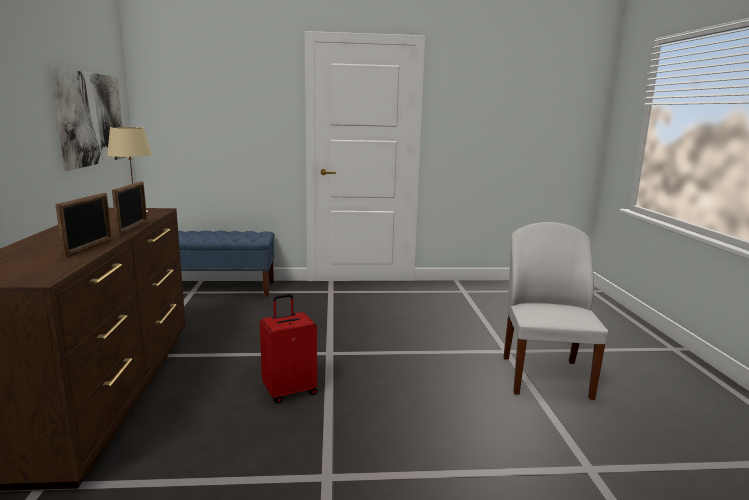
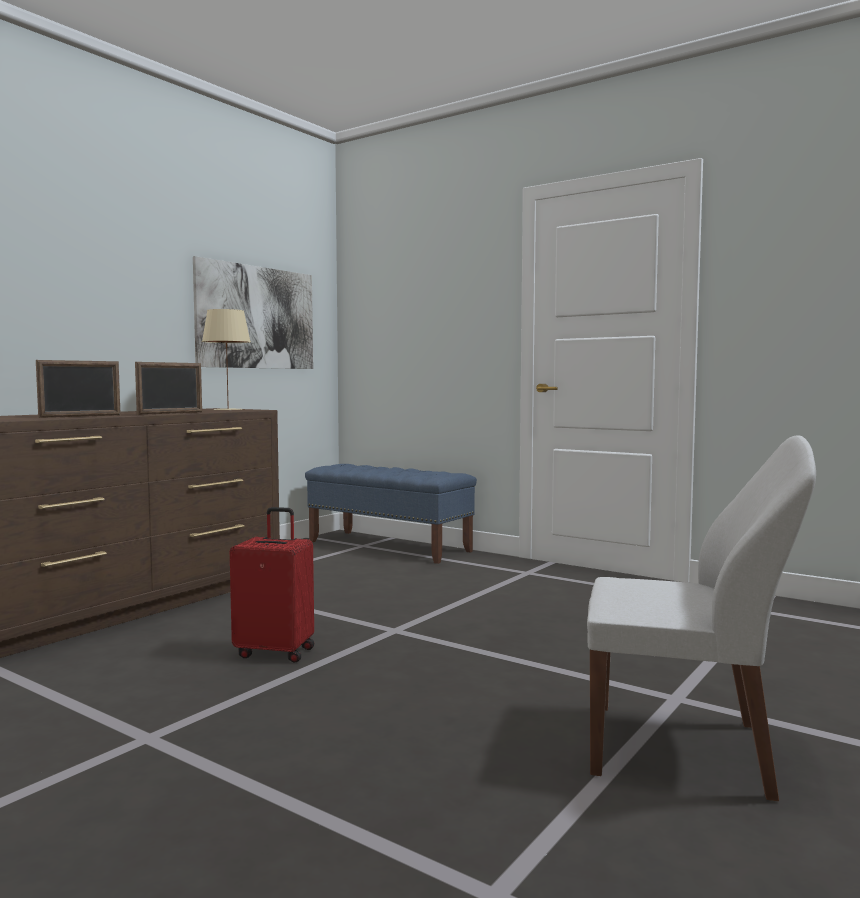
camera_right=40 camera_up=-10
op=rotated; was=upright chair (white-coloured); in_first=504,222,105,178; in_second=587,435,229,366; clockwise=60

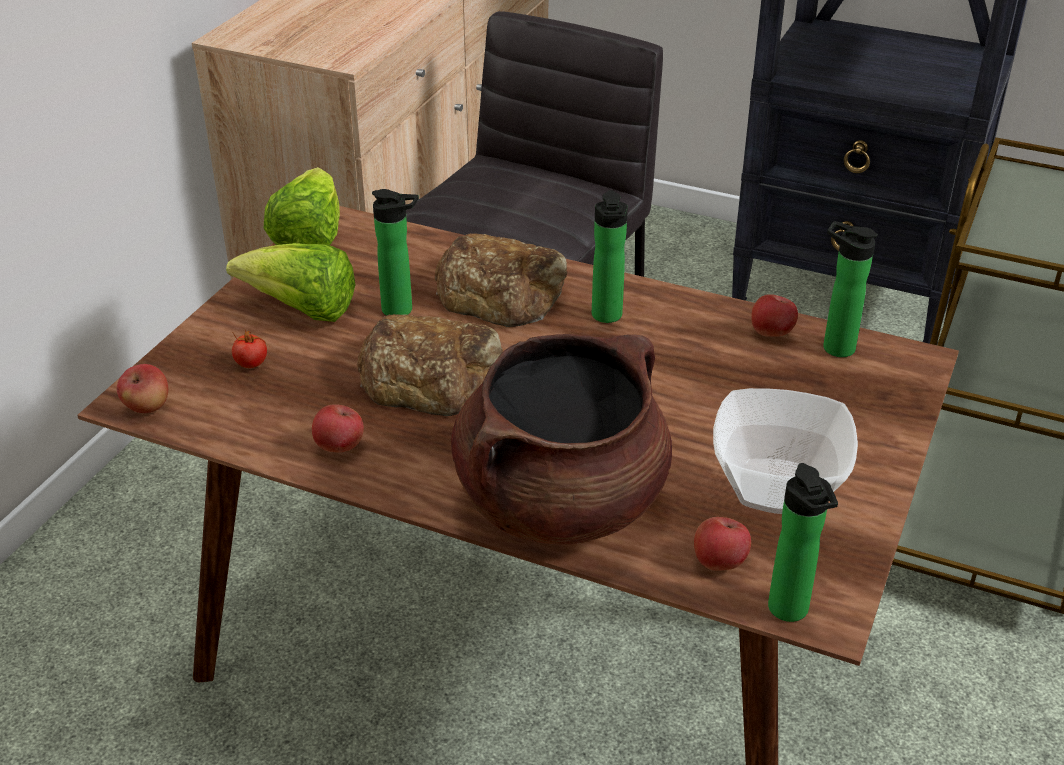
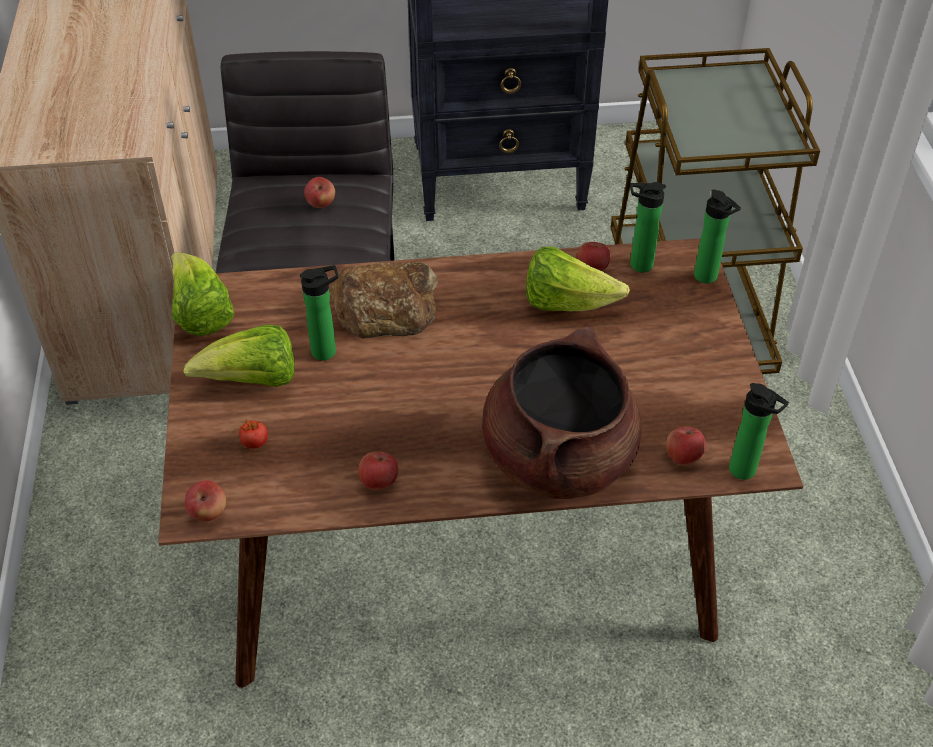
camera_right=-30 camera_up=10
op=gone; was=bakery bread; in_first=357,314,146,102
op=shifted; was=beverage bottle; in_first=592,190,36,133; in_second=694,190,47,93
op=gone; was=bowl; in_first=713,388,145,126
op=new; now=apple fruit; in_second=304,177,31,31
op=new; now=lettuce head; in_second=526,246,104,65

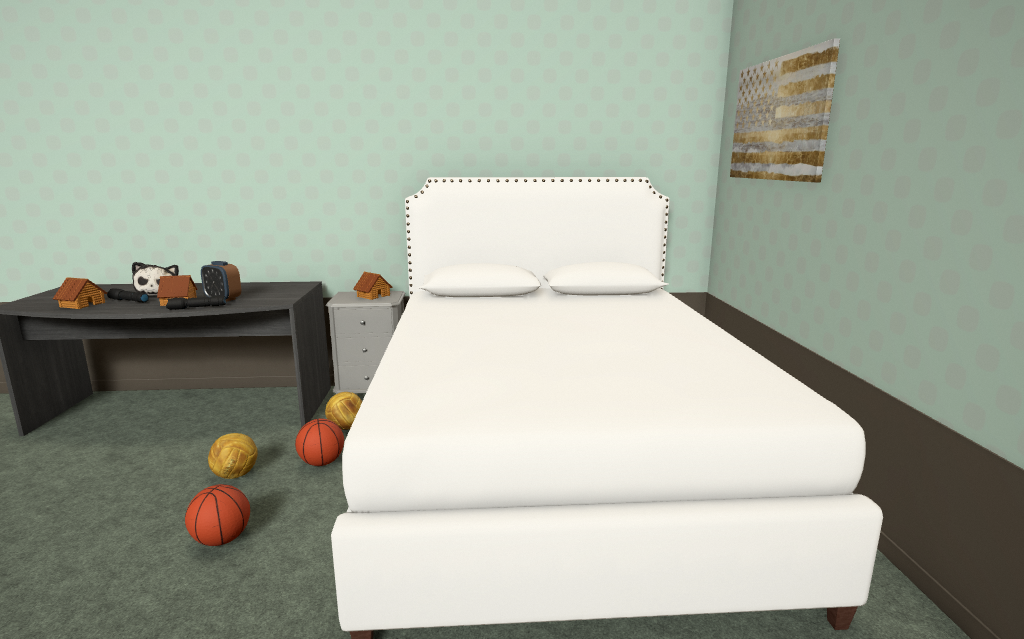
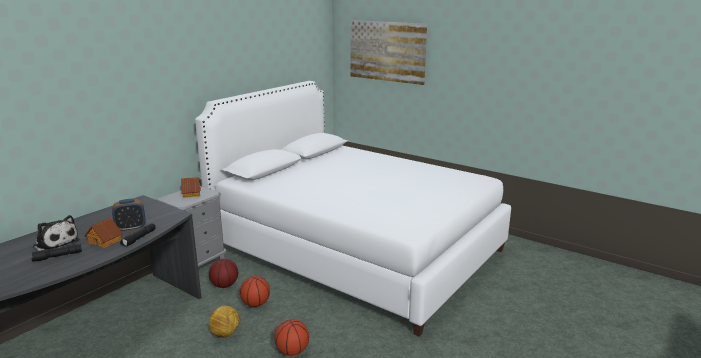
camera_right=-50 camera_up=5
op=gone; was=model house; in_first=53,277,54,32
op=swapped; was=football ball; now=basketball ball; in_first=325,392,37,38; in_second=209,259,29,29

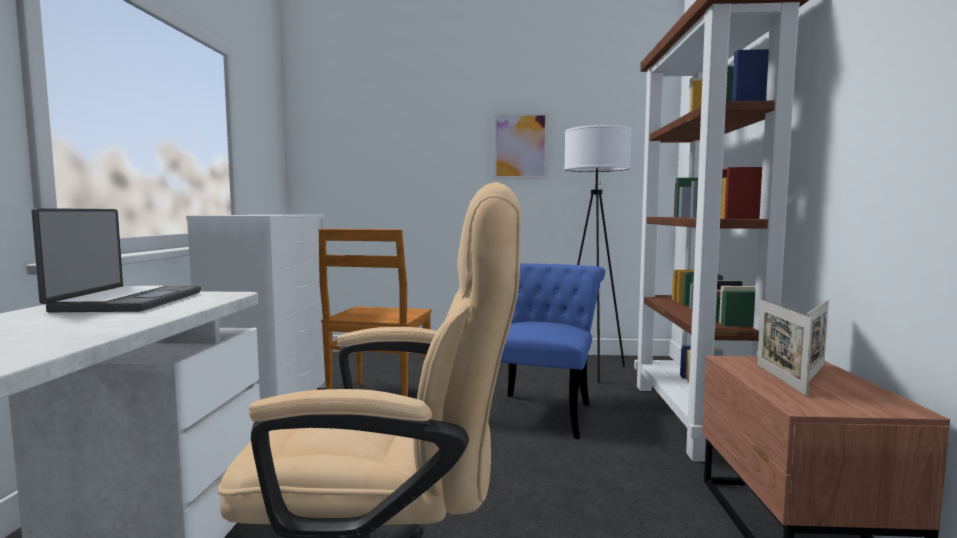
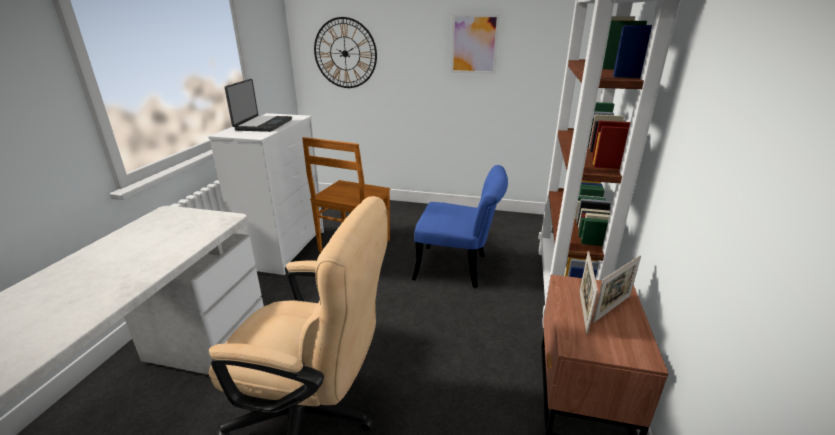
camera_right=10 camera_up=20
op=shifted; was=laptop; in_first=31,208,170,104; in_second=224,79,68,53
op=rotated; was=upright chair (bluish); in_first=500,263,105,176; in_second=412,165,96,123; clockwise=75
op=gone; was=standard lamp (white-coloured); in_first=564,125,68,258
op=new; now=hanging clock; in_second=314,17,63,71

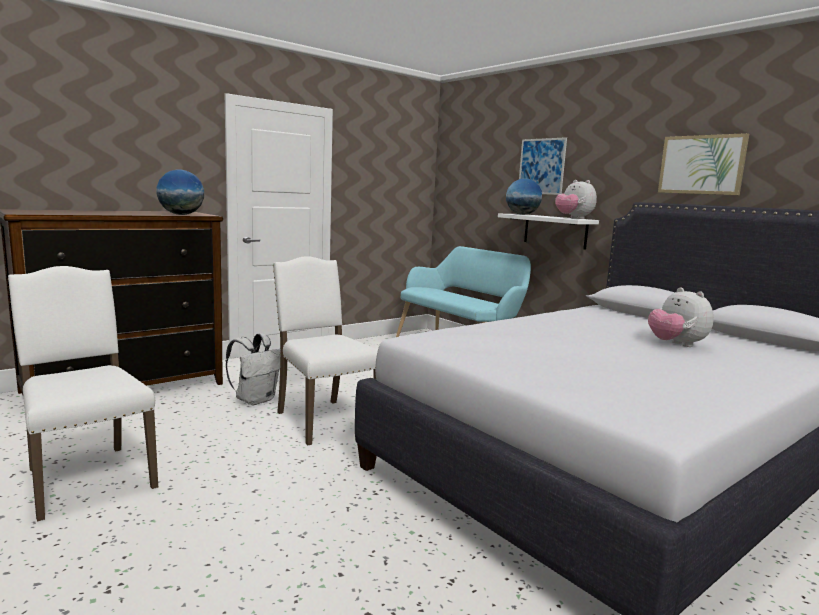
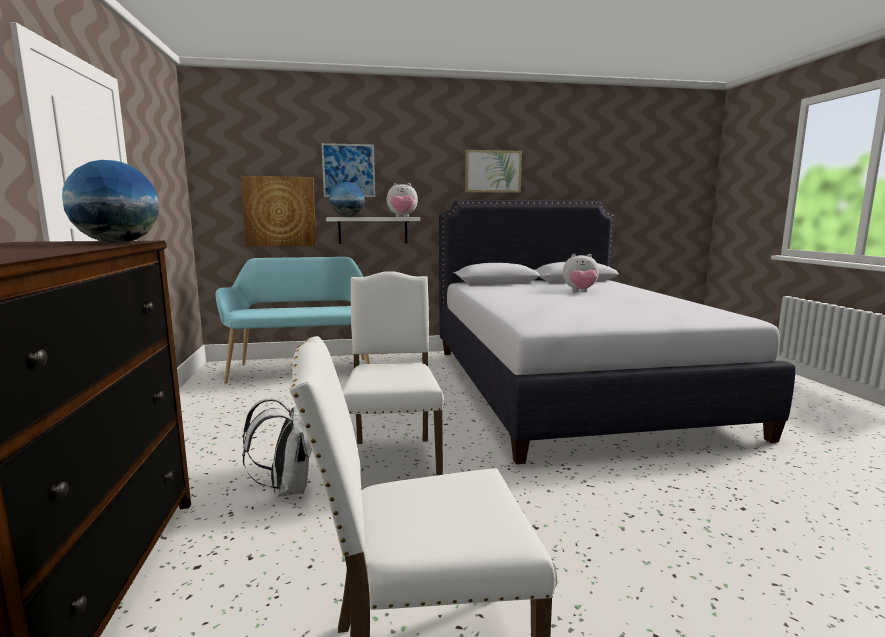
camera_right=-60 camera_up=0
op=rotated; was=upright chair (white-coloured); in_first=273,256,105,189; in_second=342,271,102,205; clockwise=90
op=new; now=wall art; in_second=241,176,75,70

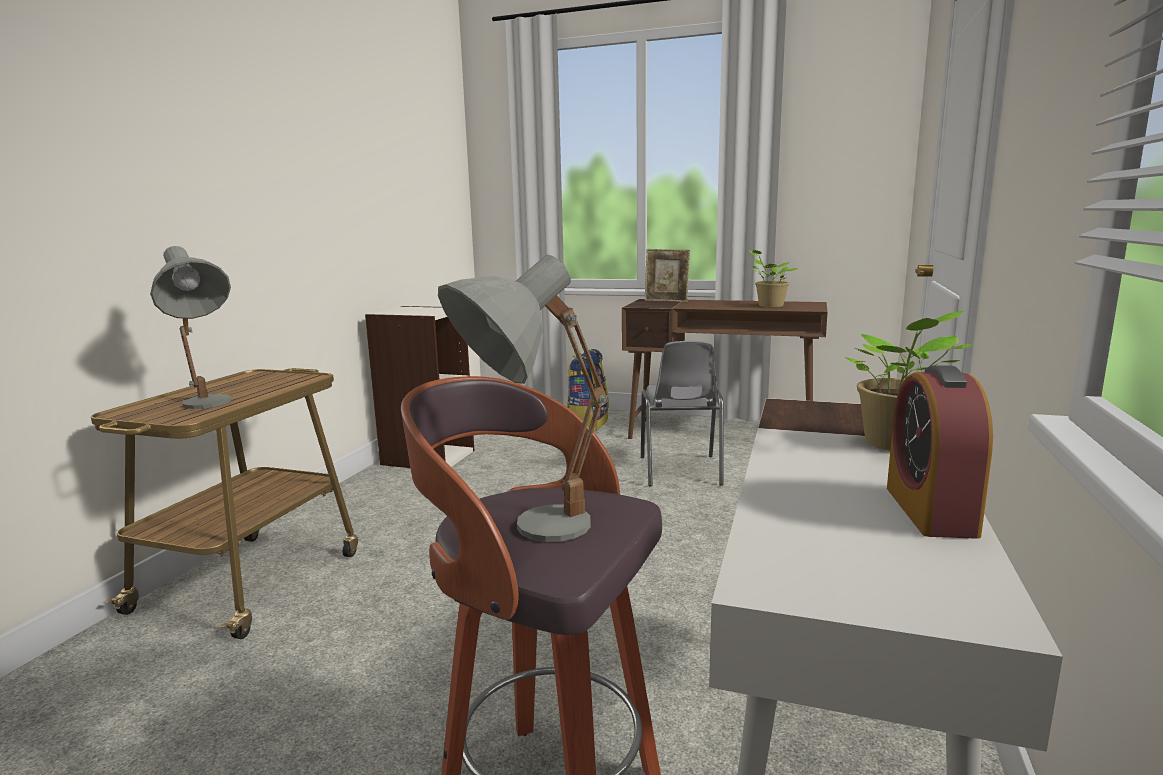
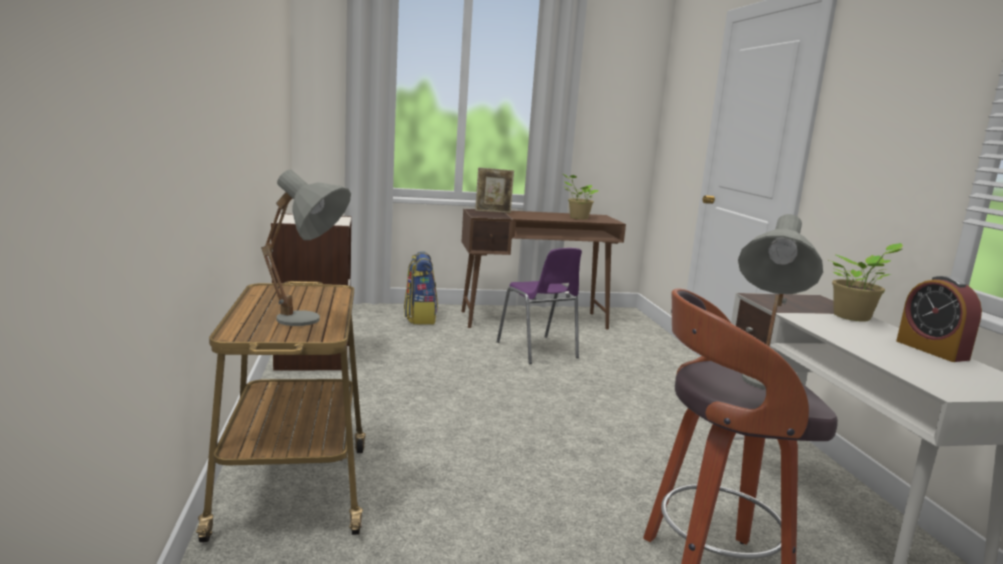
camera_right=-30 camera_up=0
op=repainted; was=upright chair (gray); now=upright chair (purple); in_first=641,341,83,145; in_second=497,248,85,116

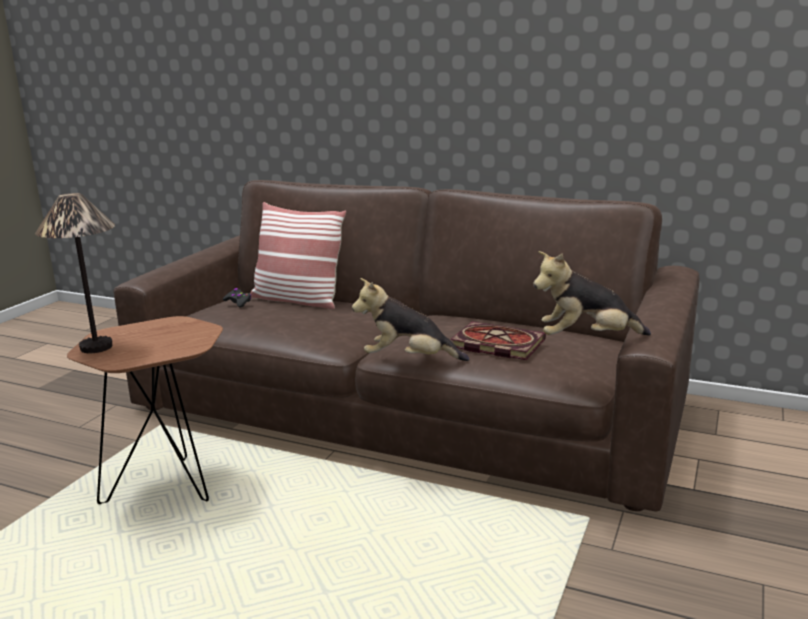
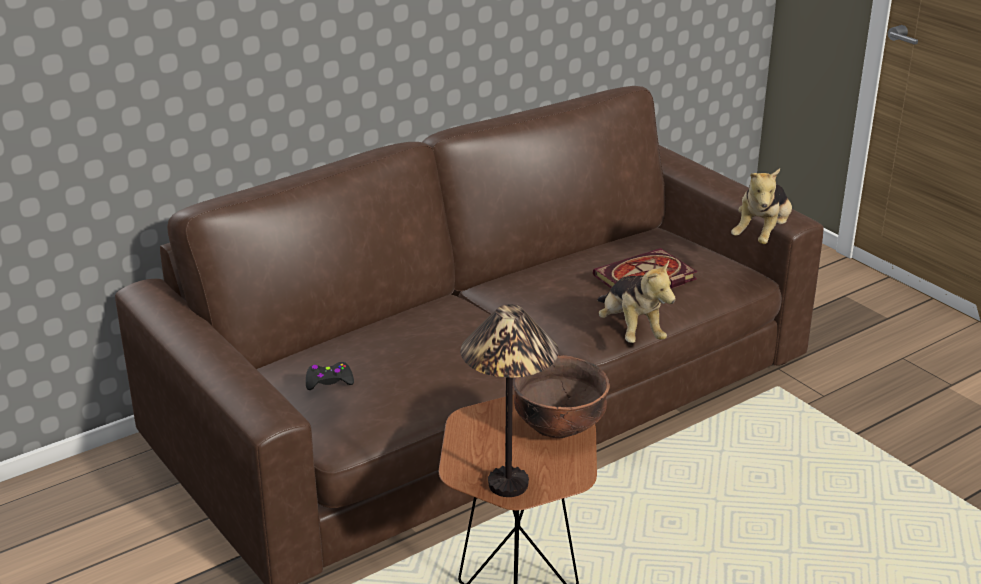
camera_right=-60 camera_up=10
op=gone; was=cushion; in_first=250,202,96,107
op=rotated; was=plush toy; in_first=352,278,118,83; in_second=597,260,79,83; clockwise=-60
op=new; now=bowl (brownish); in_second=513,355,97,83

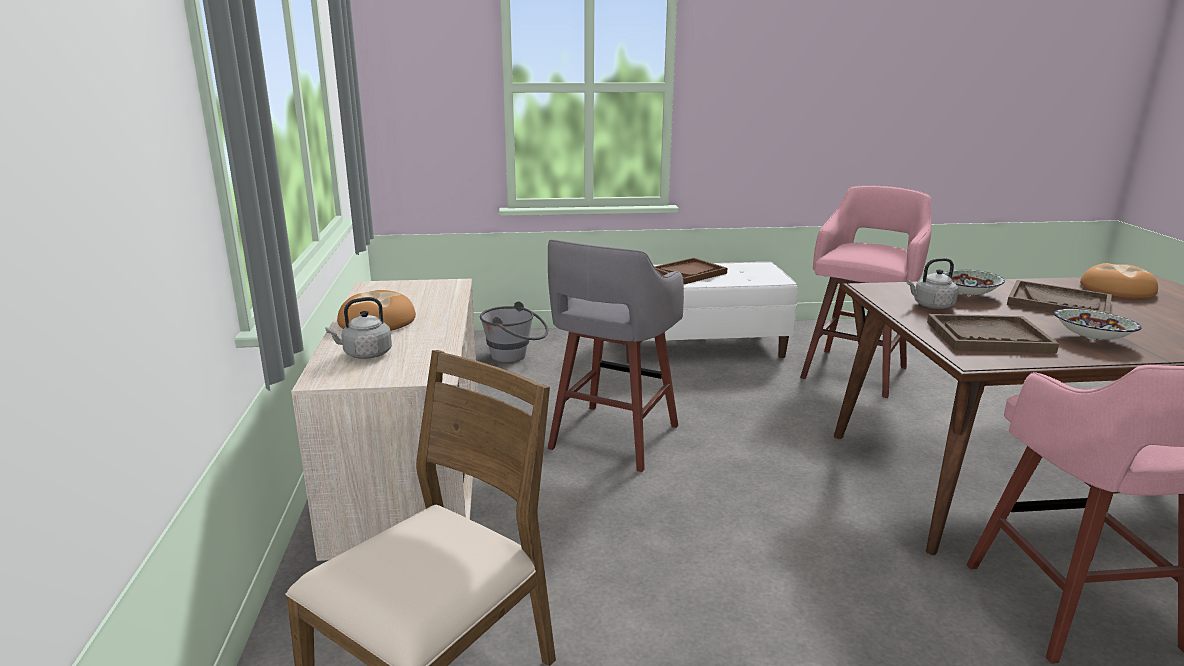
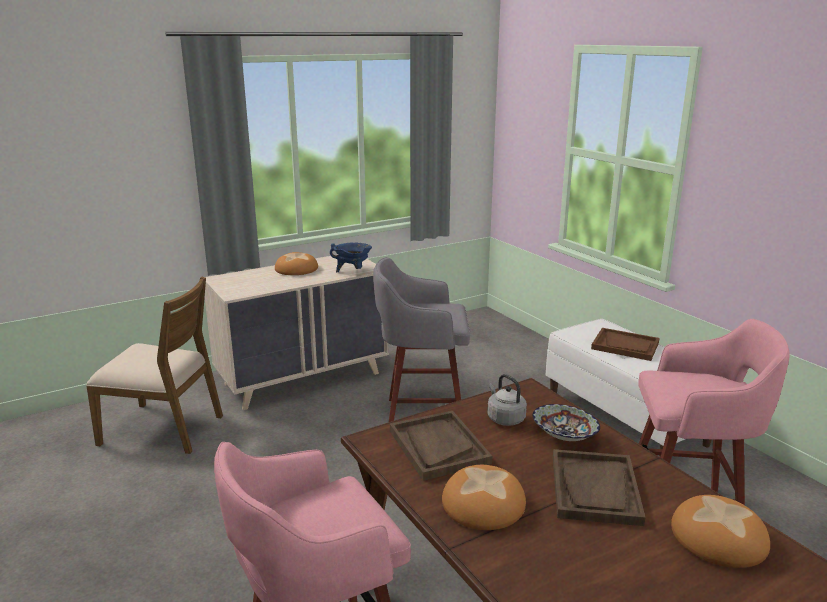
camera_right=65 camera_up=0
op=gone; was=water kettle (gray); in_first=325,297,67,62
op=gone; was=bucket (gray); in_first=480,301,68,62
op=swapped; was=bowl; now=bakery bread; in_first=1054,309,88,31; in_second=442,465,84,65
op=new; now=cooking pot (bluish); in_second=330,243,42,29

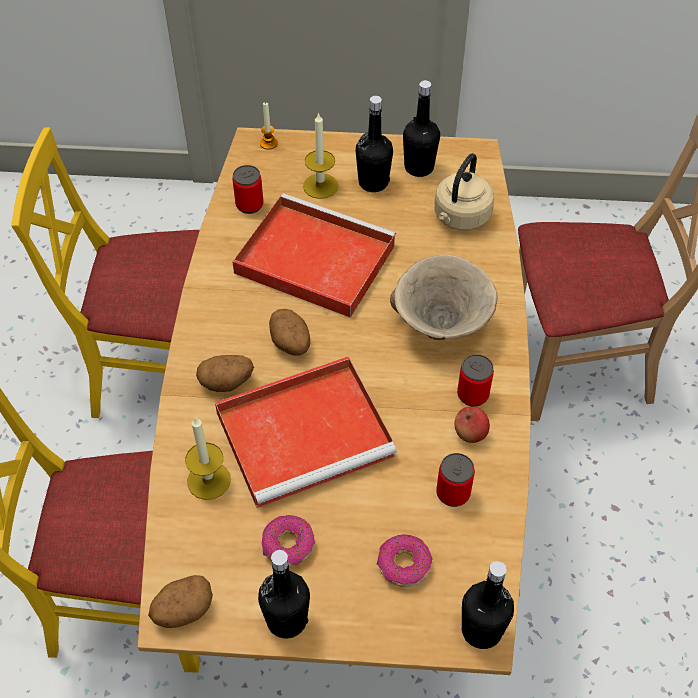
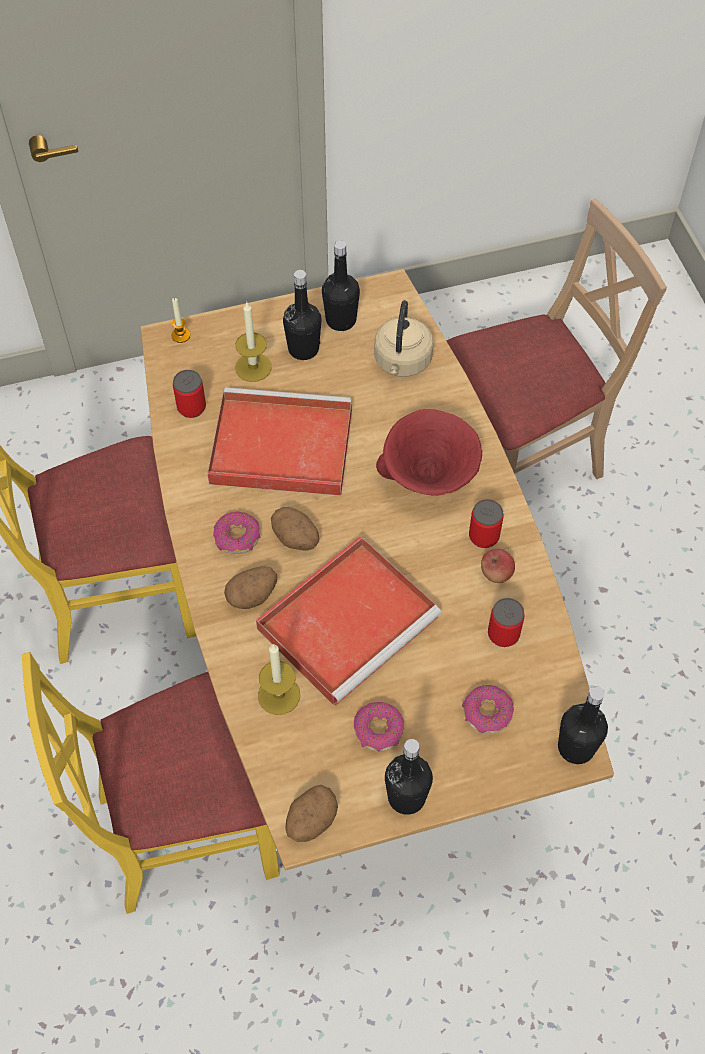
camera_right=-20 camera_up=5
op=repainted; was=bowl (beige-coloured); now=bowl (red-coloured); in_first=390,254,107,86; in_second=376,409,106,87
op=new; now=ring doughnut; in_second=213,512,47,42

